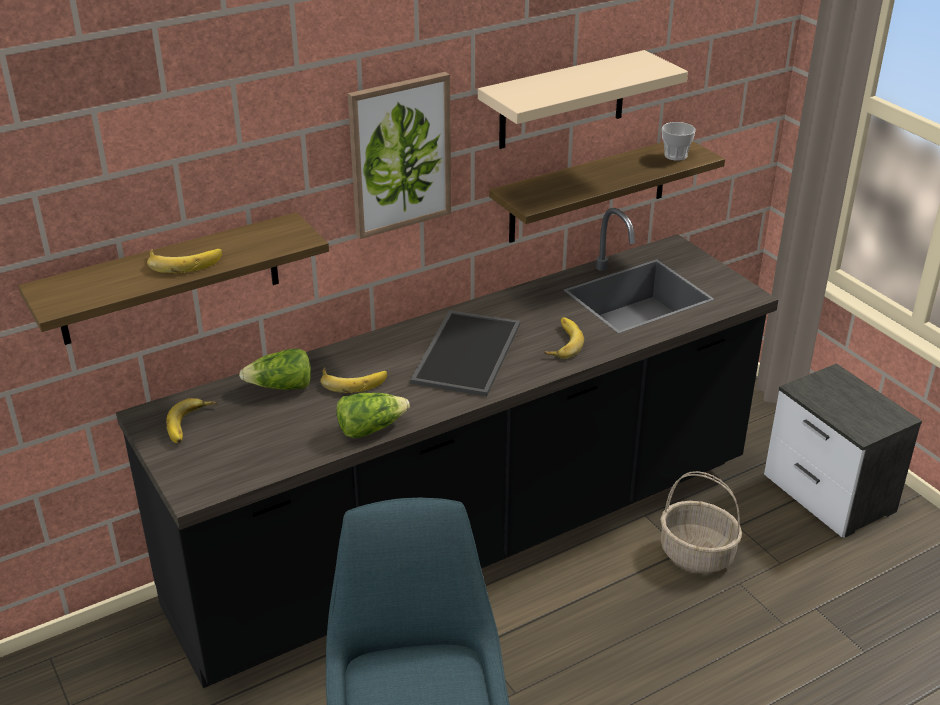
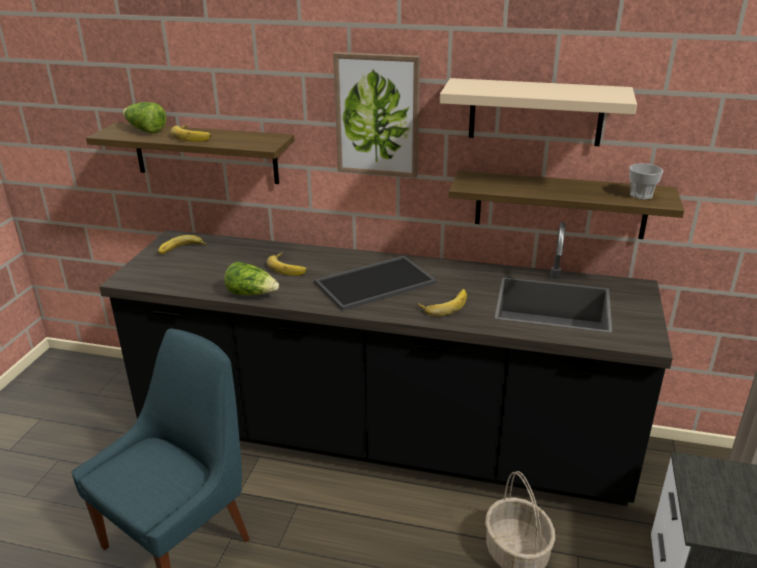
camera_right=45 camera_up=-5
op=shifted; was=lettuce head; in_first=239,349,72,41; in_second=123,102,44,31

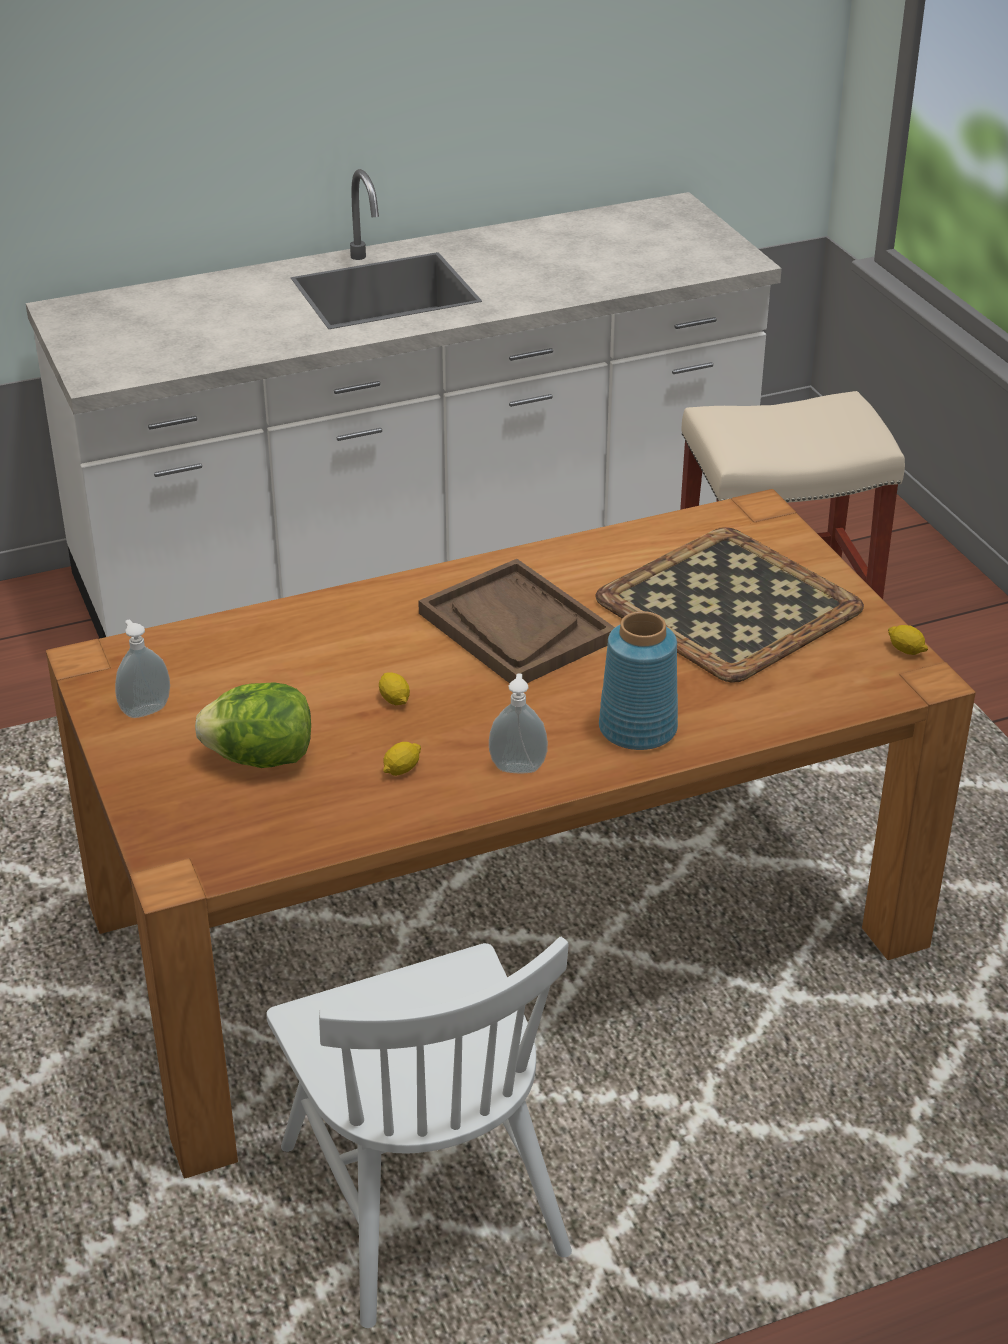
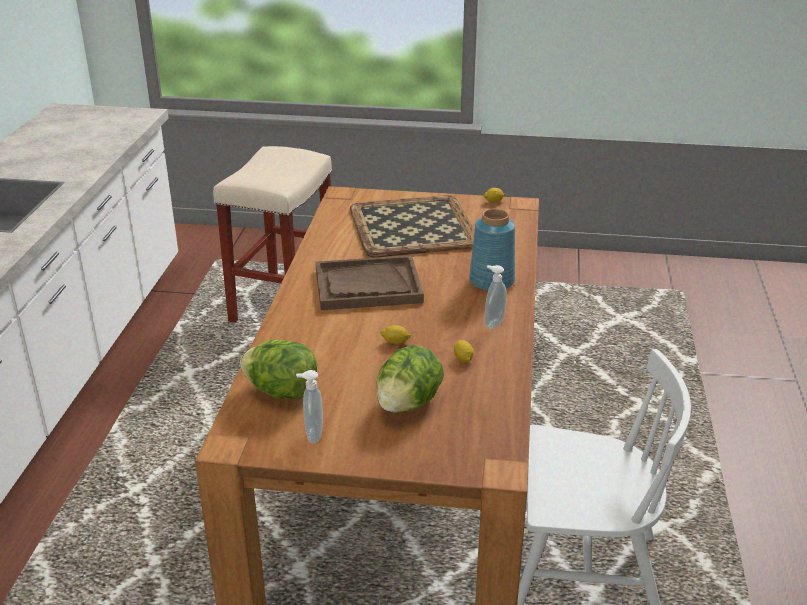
camera_right=-60 camera_up=-5
op=new; now=lettuce head; in_second=240,340,77,59

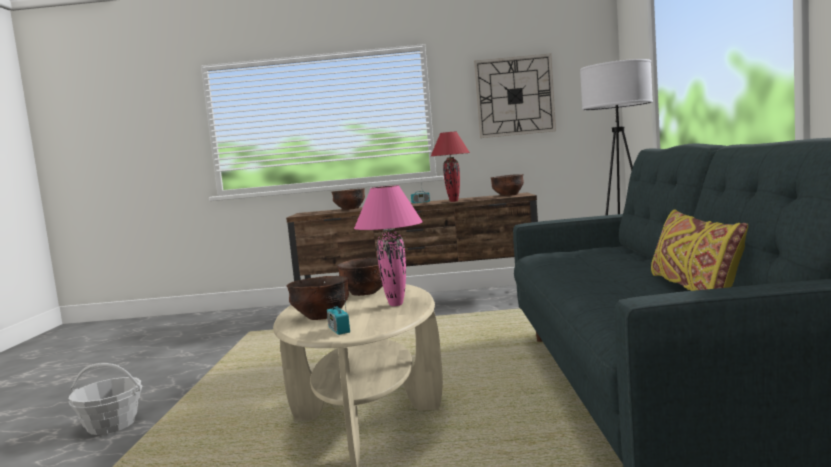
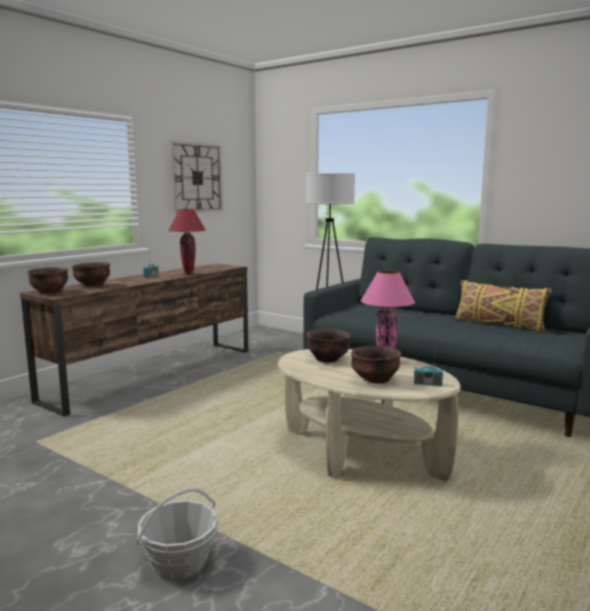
camera_right=-55 camera_up=5
op=shifted; was=bowl (brownish); in_first=491,174,33,22; in_second=27,267,41,26

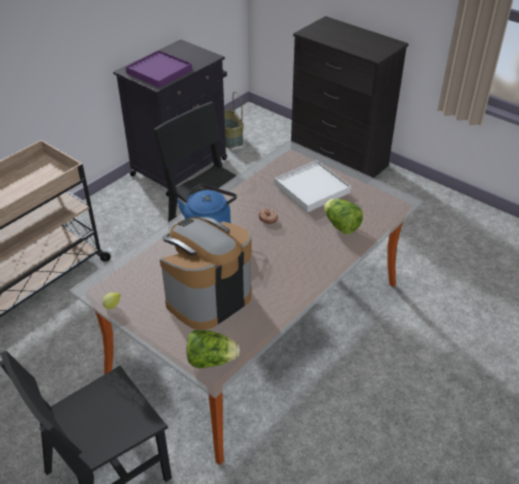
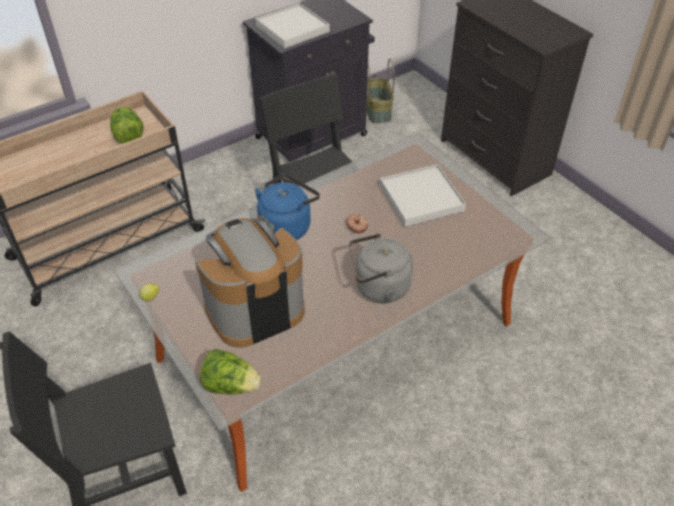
camera_right=15 camera_up=5
op=repainted; was=tray (purple); now=tray (white-coloured); in_first=125,50,67,38; in_second=255,3,75,45
op=shifted; was=lettuce head; in_first=324,199,39,35; in_second=110,106,34,37
op=new; now=water kettle (gray); in_second=349,233,64,70

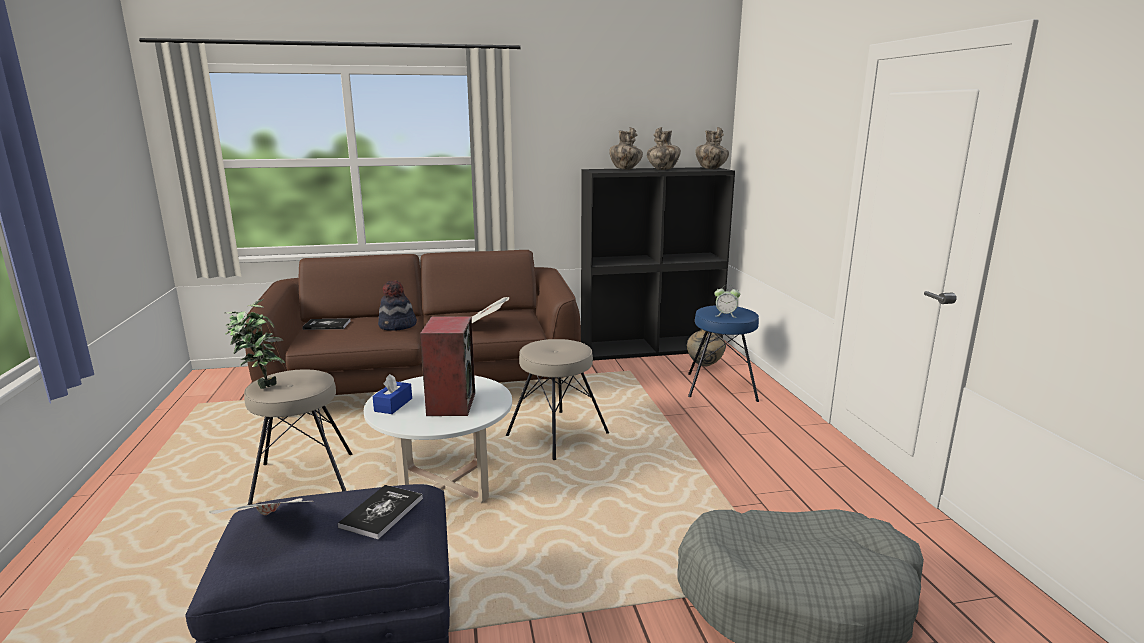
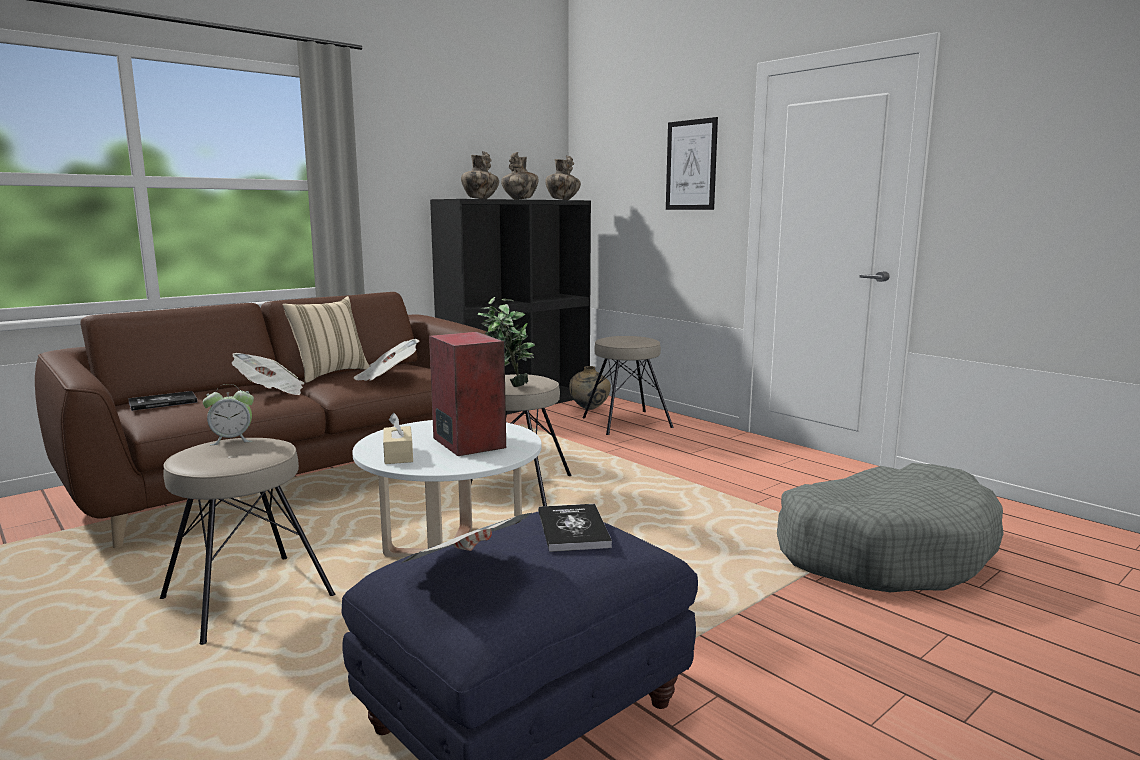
camera_right=-30 camera_up=-5
op=shifted; was=plant in a pot; in_first=225,299,60,90; in_second=477,297,58,90
op=repainted; was=box of tissues (bluish); now=box of tissues (beige-coloured); in_first=372,374,40,40; in_second=383,413,30,51
op=swapped; was=clothing hat; now=newspaper; in_first=378,280,39,51; in_second=232,353,72,42
op=repainted; was=sitting stool (bluish); now=sitting stool (beige-coloured); in_first=688,305,71,97; in_second=583,336,91,99
op=shifted; was=bedside clock; in_first=715,285,25,33; in_second=203,384,51,61
op=new; now=cushion (beige-coloured); in_second=282,296,88,87
op=new; now=wall art; in_second=666,117,52,93

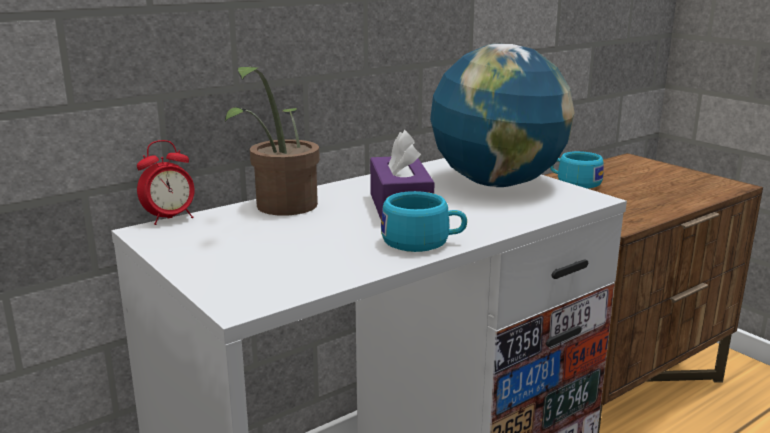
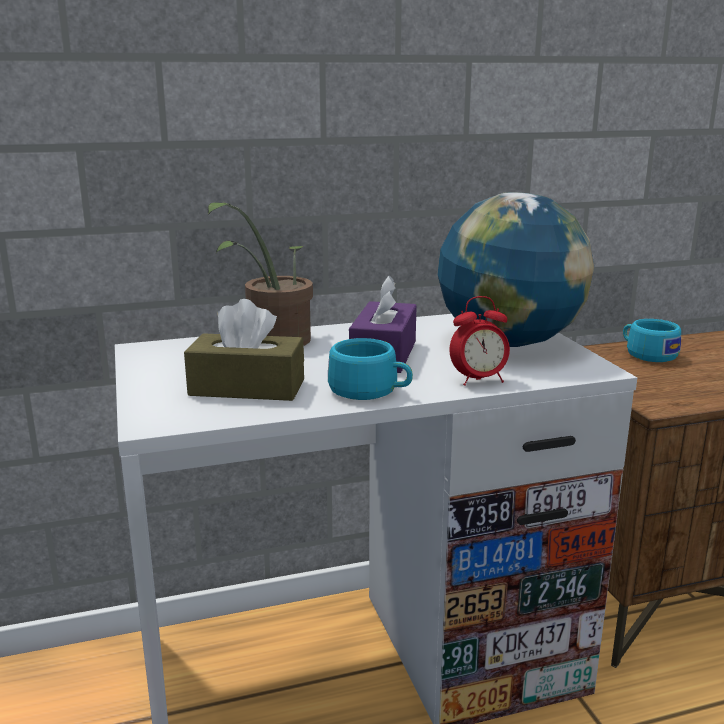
camera_right=20 camera_up=0
op=shifted; was=bedside clock; in_first=137,140,58,85; in_second=450,296,60,90
op=new; now=box of tissues (brownish); in_second=184,299,120,102

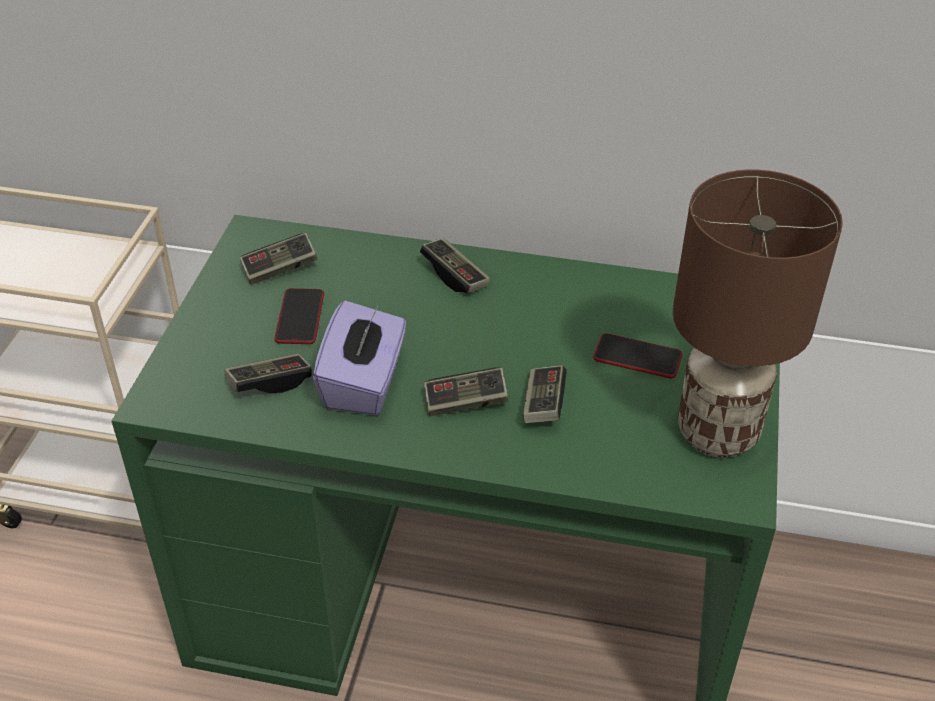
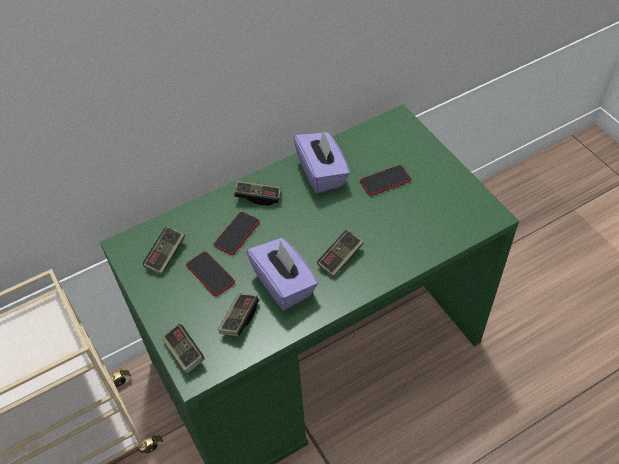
camera_right=-40 camera_up=10
op=shifted; was=gamepad; in_first=523,365,44,58; in_second=162,324,43,49
op=gone; was=table lamp (brownish); in_first=673,169,170,289
op=new; now=phone; in_second=213,212,47,43
op=new; now=box of tissues (purple); in_second=294,131,56,63

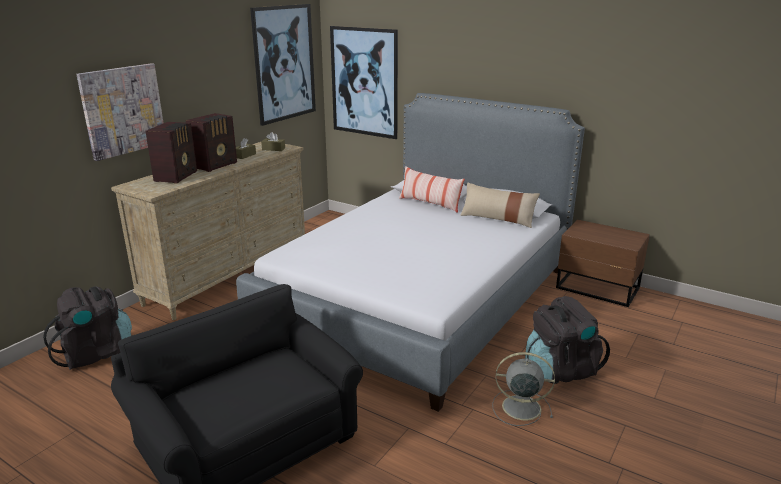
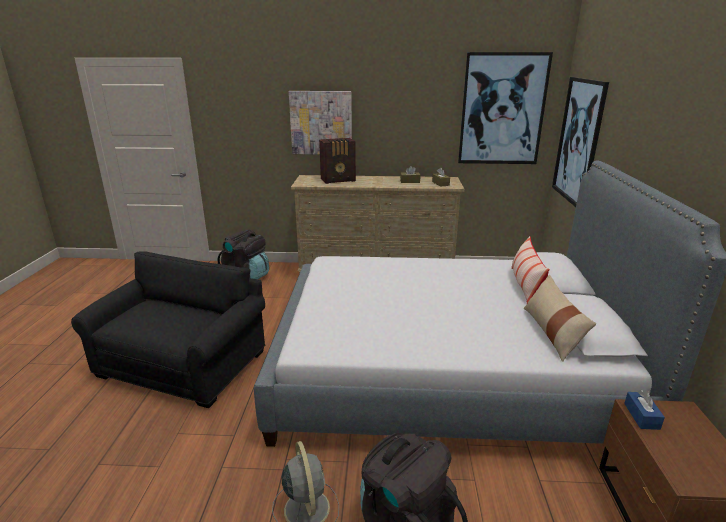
camera_right=60 camera_up=0
op=gone; was=radio; in_first=186,113,51,59
op=new; now=box of tissues (bluish); in_second=624,390,41,40

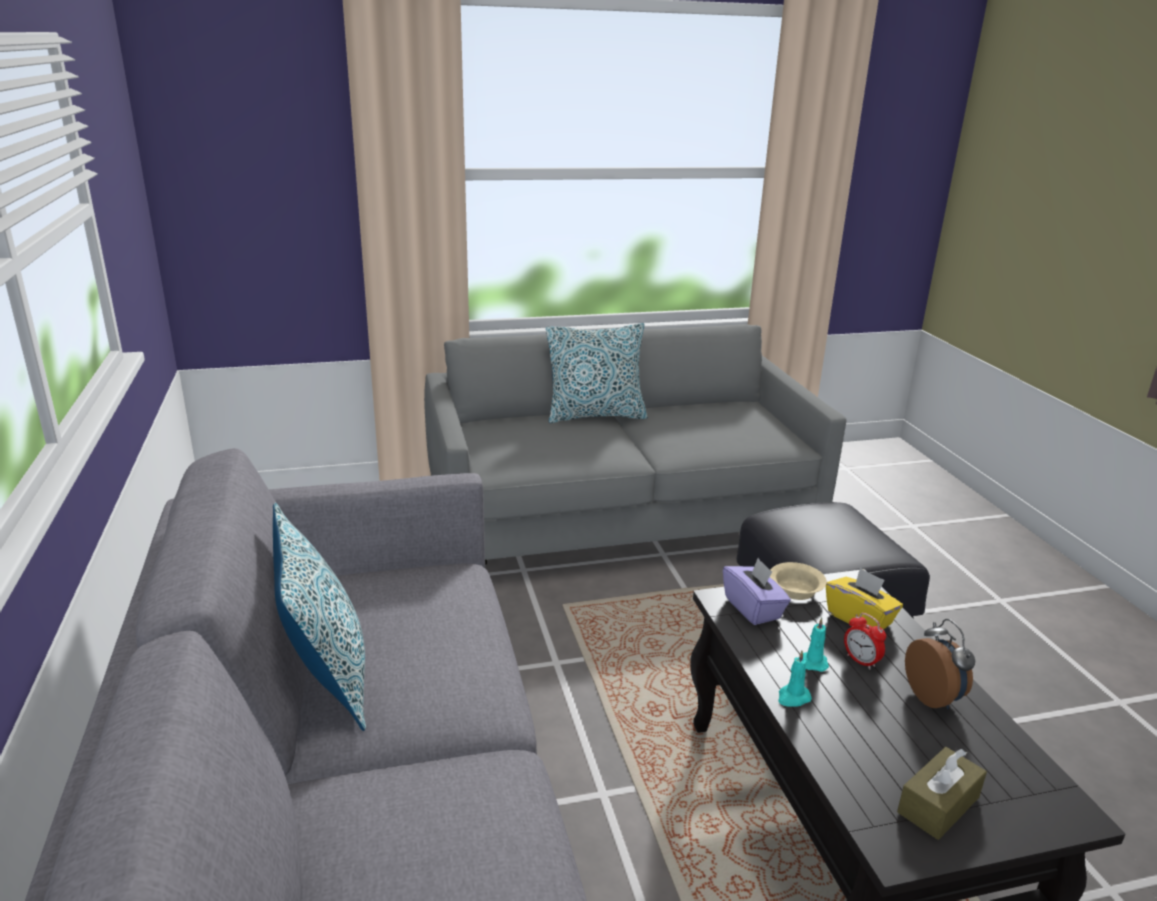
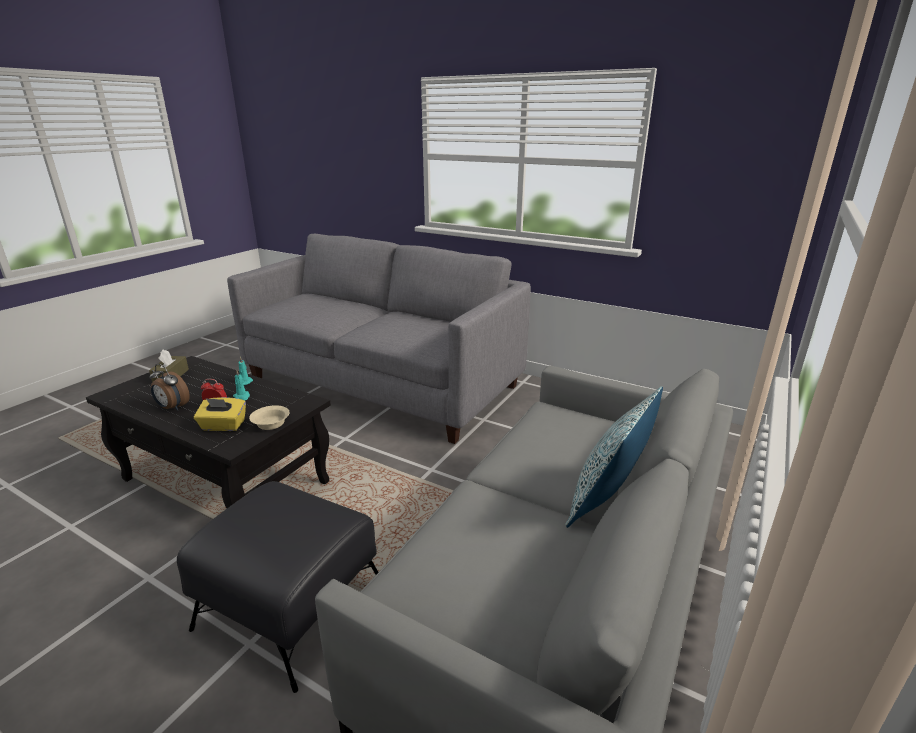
camera_right=135 camera_up=0
op=gone; was=cushion; in_first=273,503,93,228
op=gone; was=box of tissues (purple); in_first=723,558,68,67

